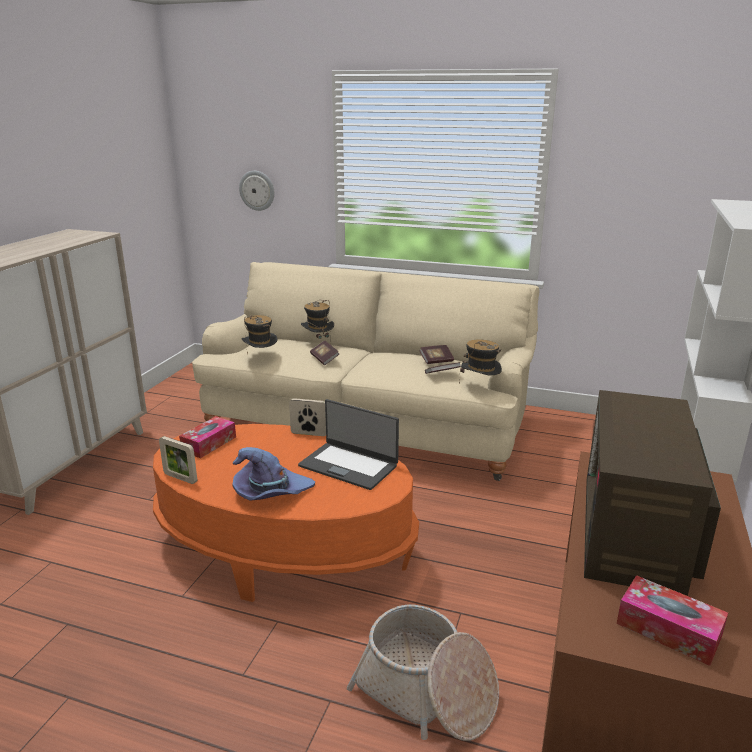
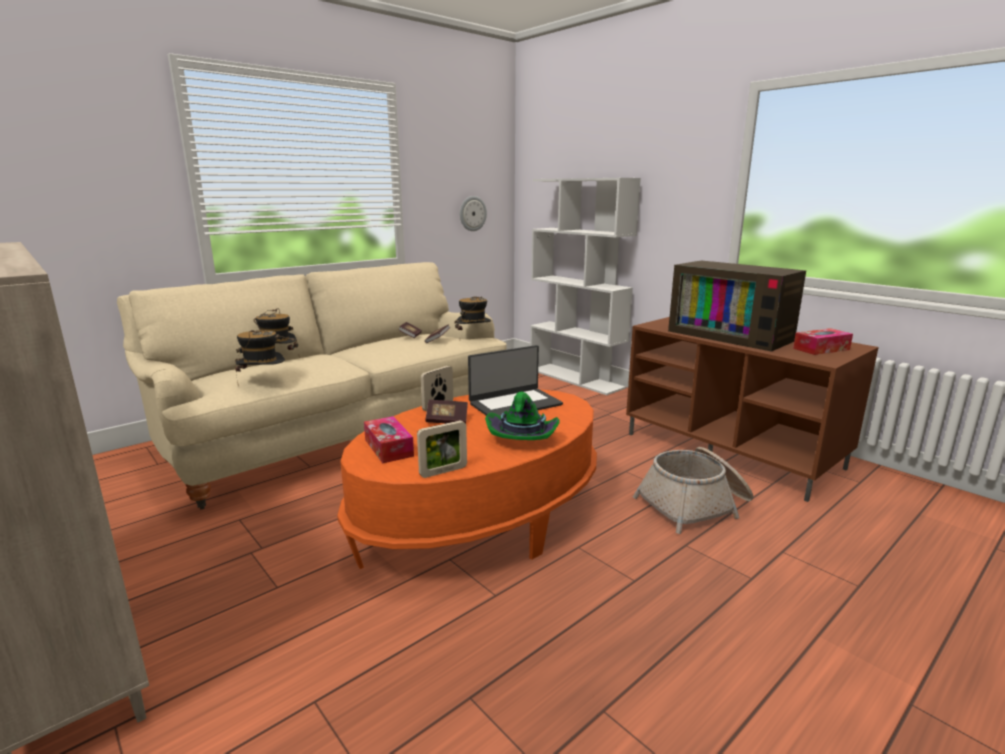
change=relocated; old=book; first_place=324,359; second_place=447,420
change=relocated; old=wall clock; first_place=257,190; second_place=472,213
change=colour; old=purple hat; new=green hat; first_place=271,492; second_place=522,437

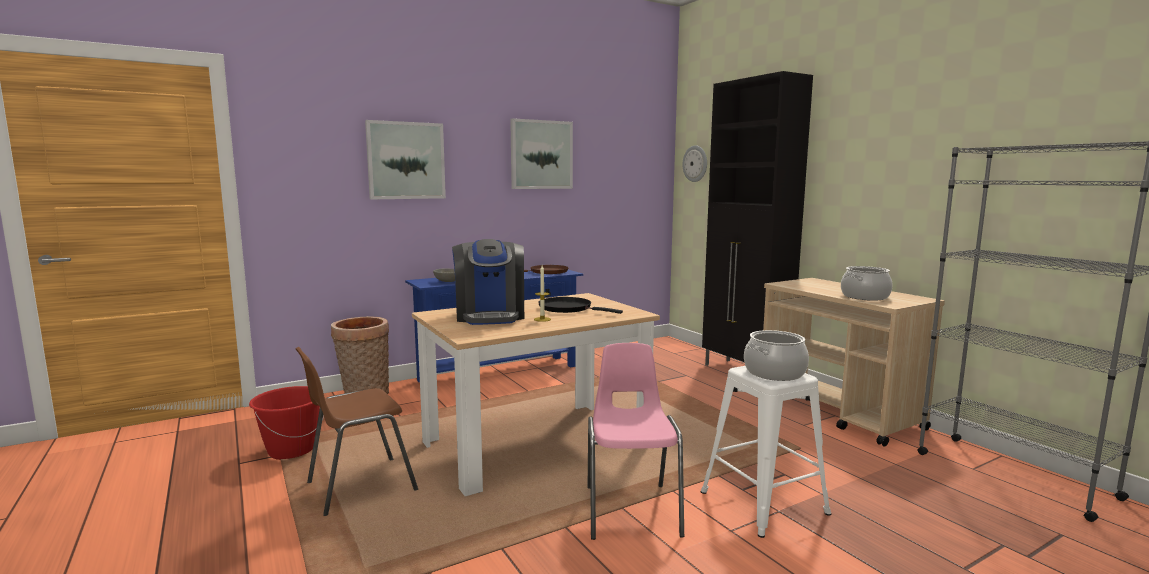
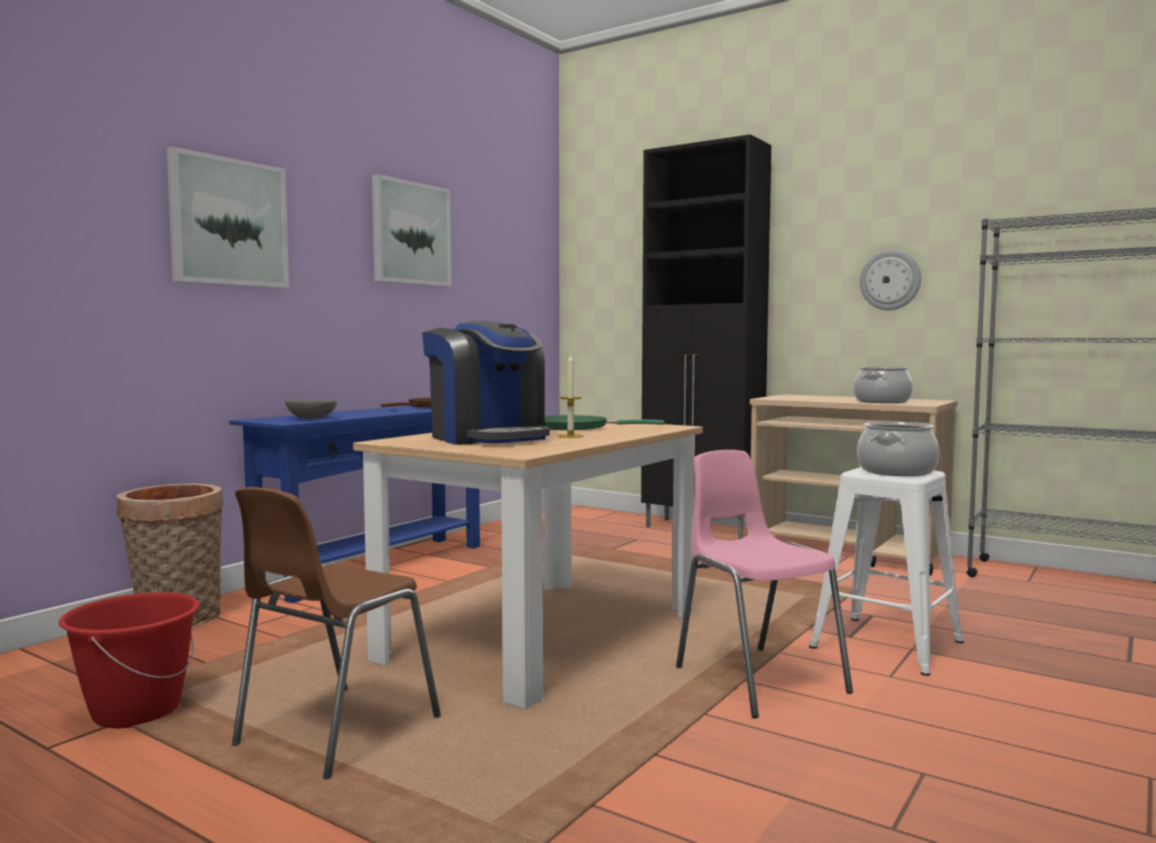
change=colour; old=black frying pan; new=green frying pan; first_place=568,309; second_place=574,428
change=relocated; old=wall clock; first_place=695,163; second_place=890,280

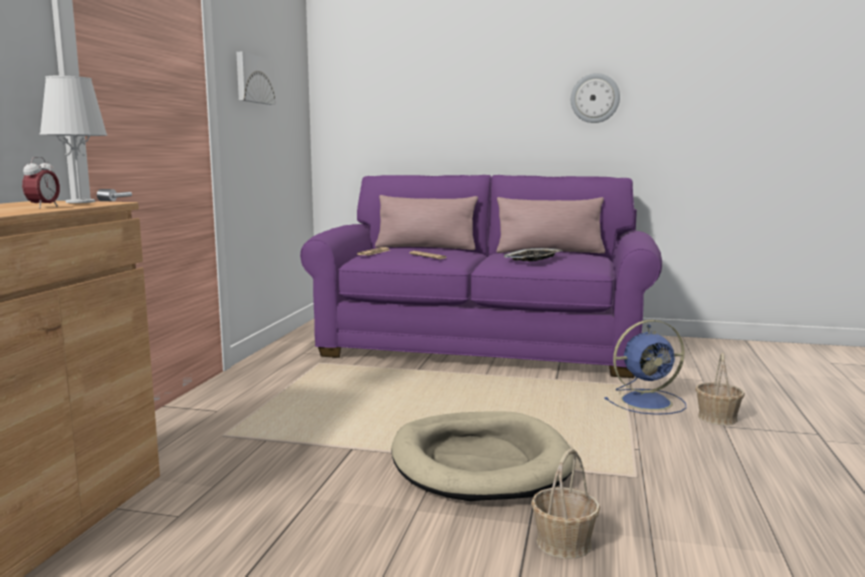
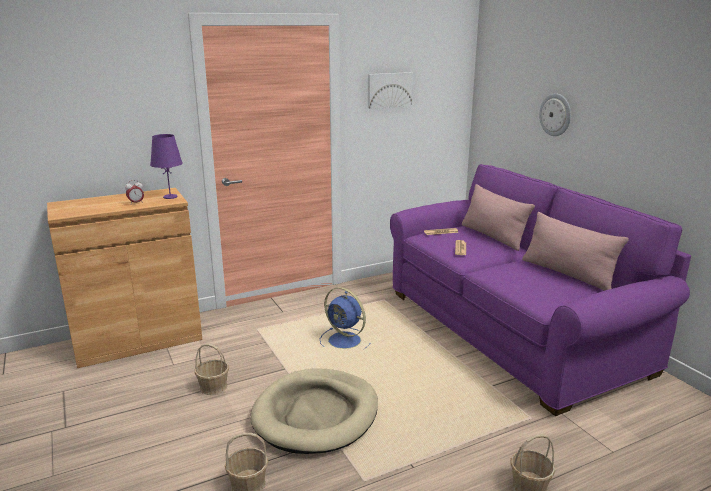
change=colour; old=white table lamp; new=purple table lamp; first_place=80,202; second_place=170,197
change=appeared; new=basket; second_place=213,386
change=relocated; old=blue fan; first_place=648,401; second_place=346,341
change=relocated; old=wall clock; first_place=595,98; second_place=555,114
change=missing; old=tray; first_place=533,259

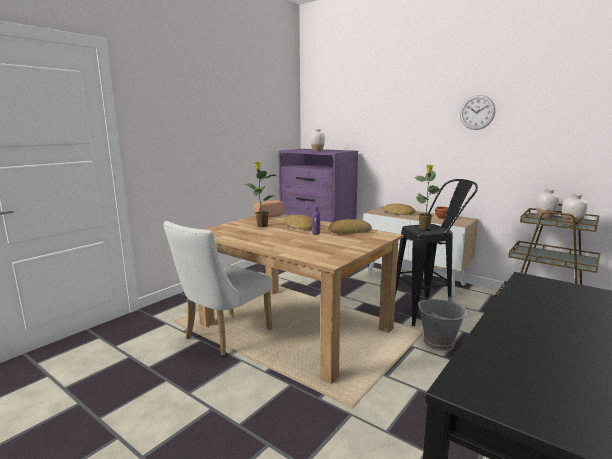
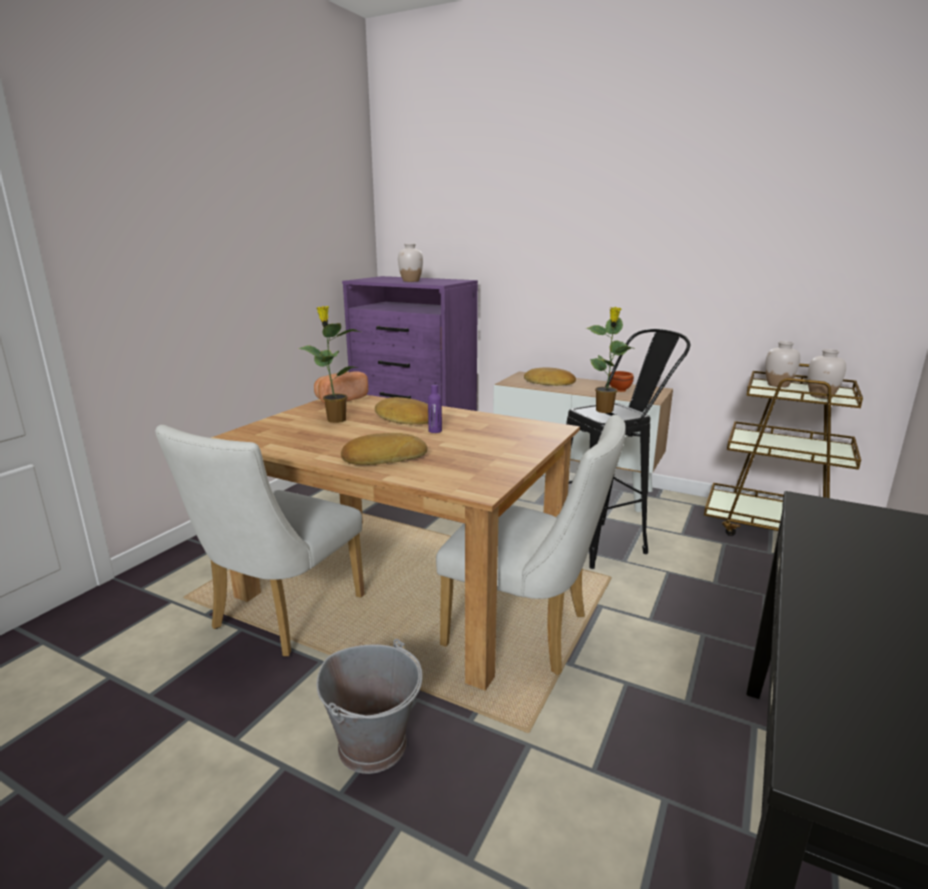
change=relocated; old=grey bucket; first_place=439,342; second_place=373,744
change=relocated; old=bread; first_place=349,231; second_place=383,457
change=appeared; new=white chair; second_place=527,632
change=missing; old=wall clock; first_place=477,112

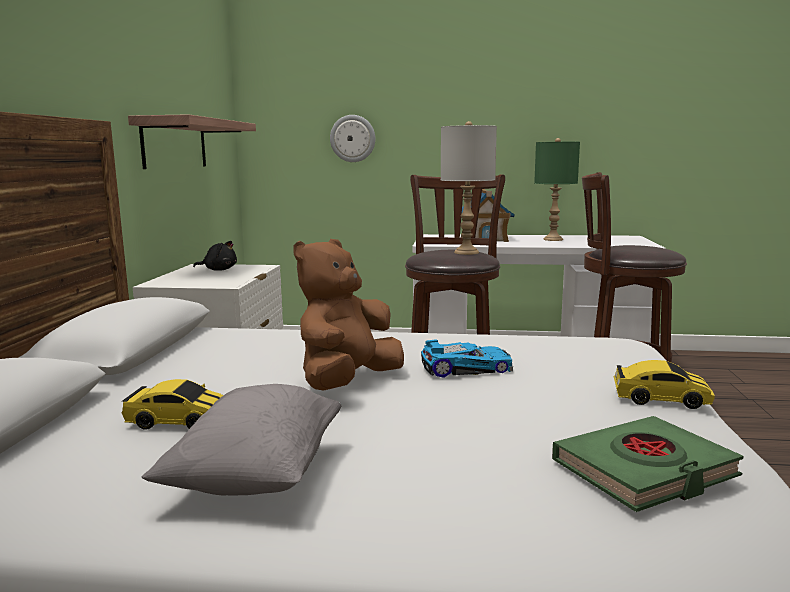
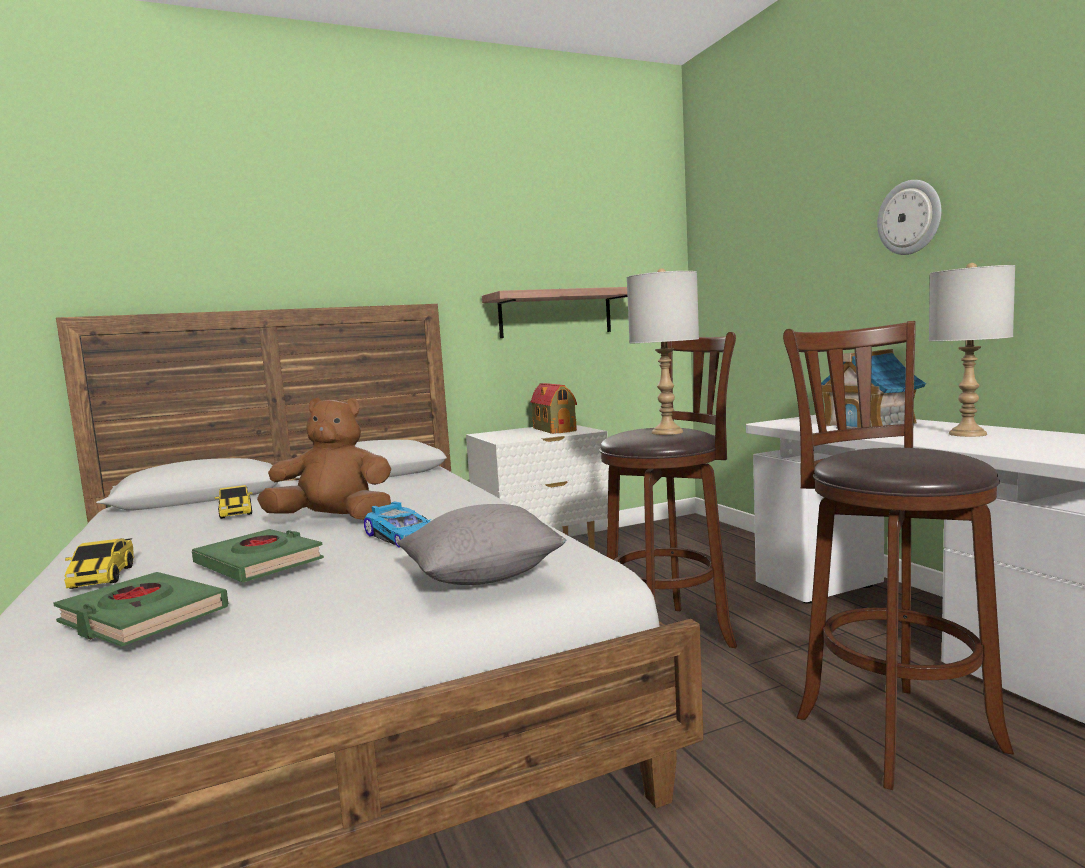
change=relocated; old=toy car; first_place=661,399; second_place=103,577
change=appeared; new=green book; second_place=259,563
change=relocated; old=grey pillow; first_place=256,476; second_place=483,577
change=exchanged; old=black plush toy; new=toy house; first_place=219,270; second_place=554,429
change=relocated; old=wall clock; first_place=352,138; second_place=909,217
change=colour; old=green table lamp; new=grey table lamp; first_place=553,239; second_place=968,434

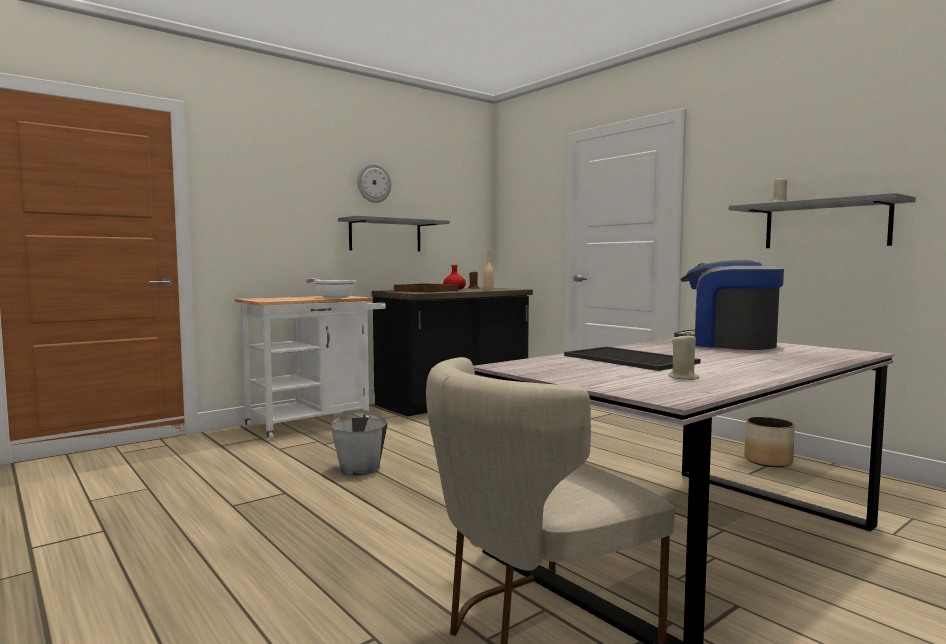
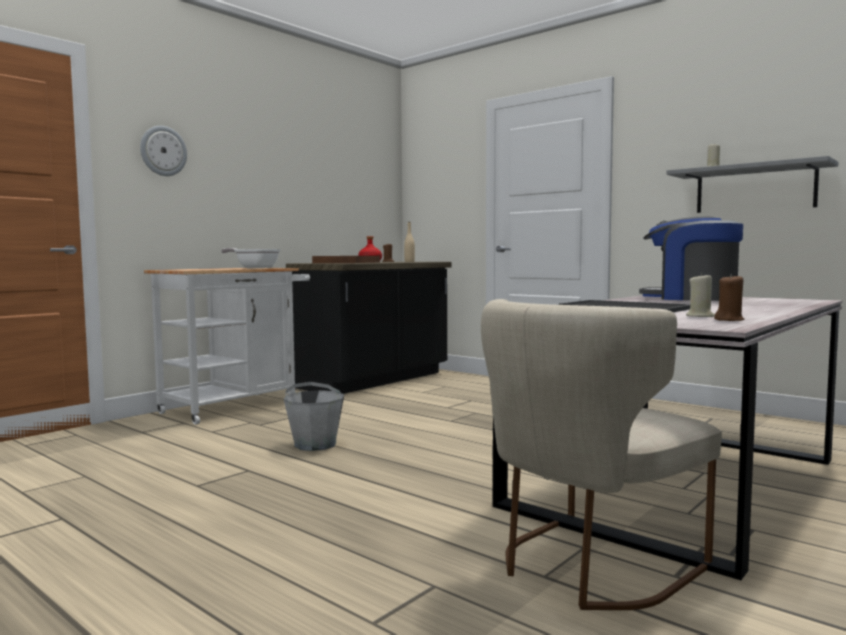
change=relocated; old=wall clock; first_place=373,183; second_place=163,151
change=appeared; new=brown candle; second_place=729,320
change=missing; old=grey shelf; first_place=385,235
change=missing; old=planter; first_place=768,461

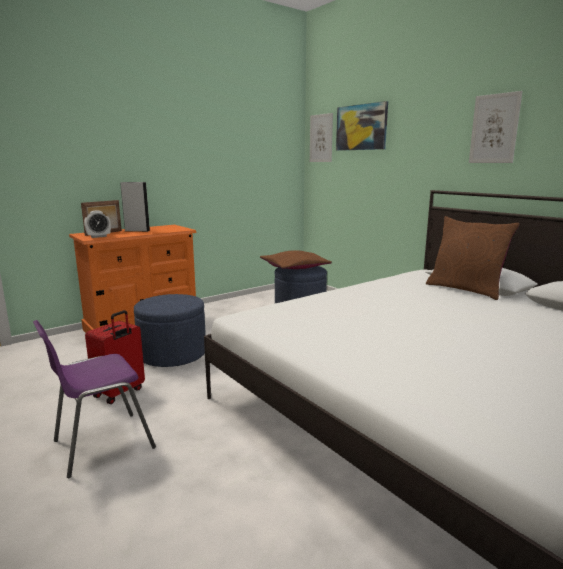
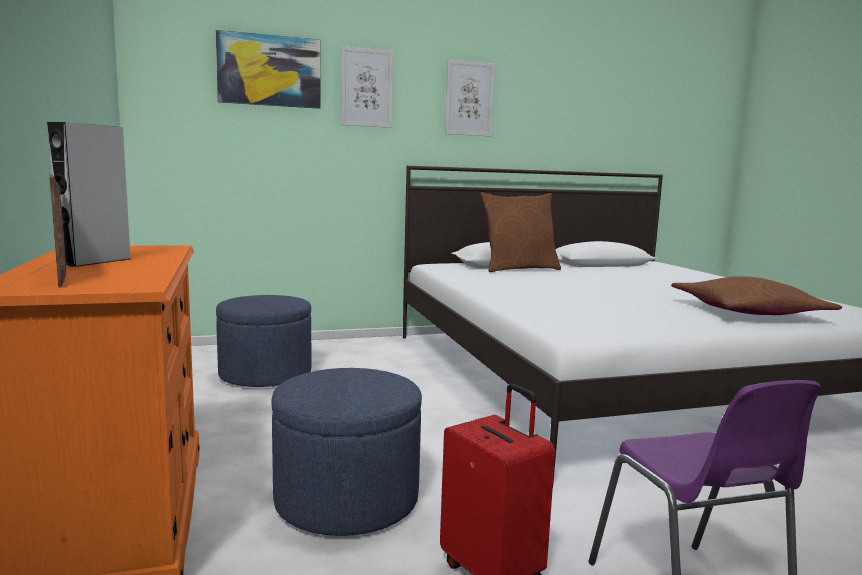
change=relocated; old=picture; first_place=321,138; second_place=366,88
change=relocated; old=brown pillow; first_place=294,267; second_place=747,312
change=missing; old=alarm clock; first_place=98,236

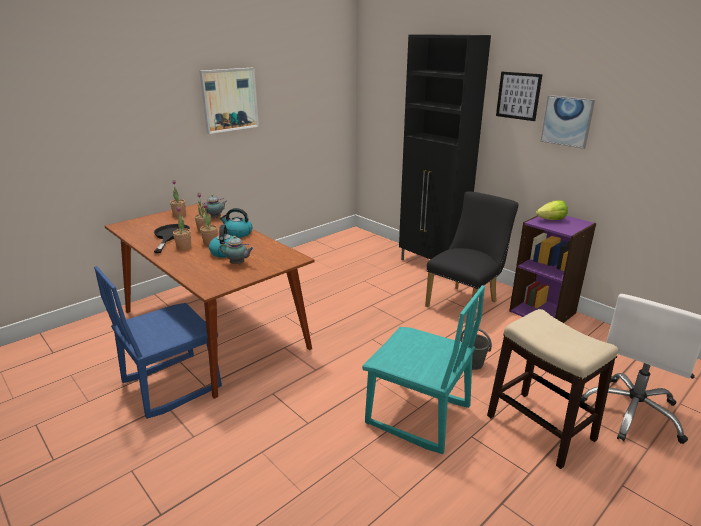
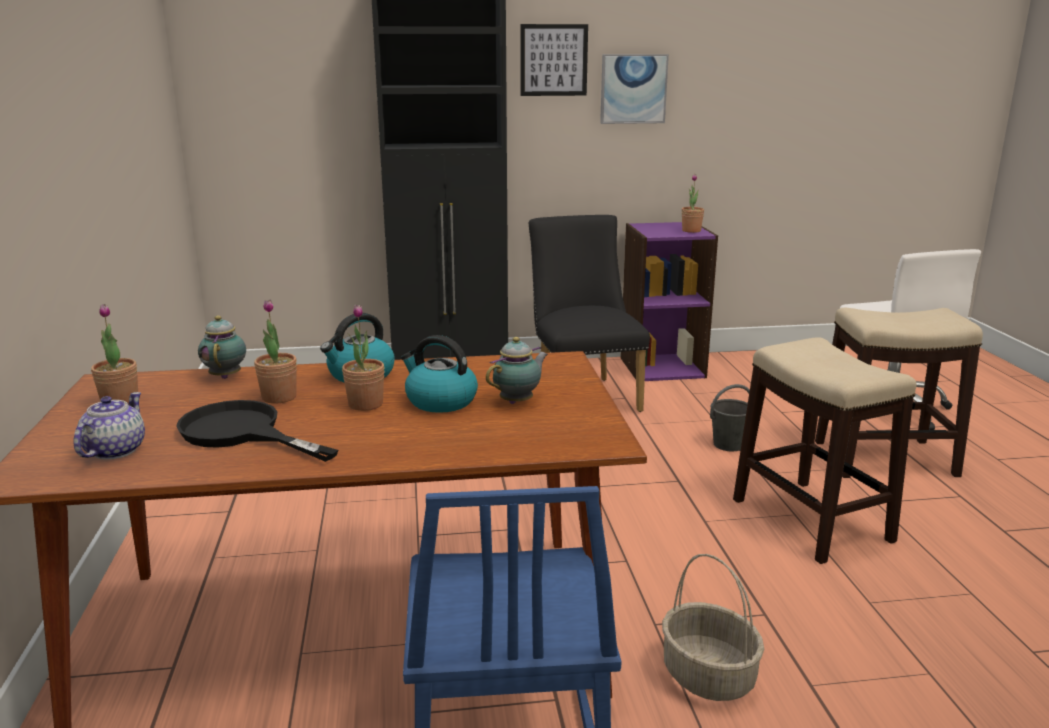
change=appeared; new=teapot; second_place=114,451
change=appeared; new=basket; second_place=707,675
change=relocated; old=potted plant; first_place=184,247; second_place=691,231
change=exchanged; old=turquoise chair; new=stool; first_place=417,416; second_place=812,521
change=missing; old=picture; first_place=229,100
change=missing; old=lettuce; first_place=551,220

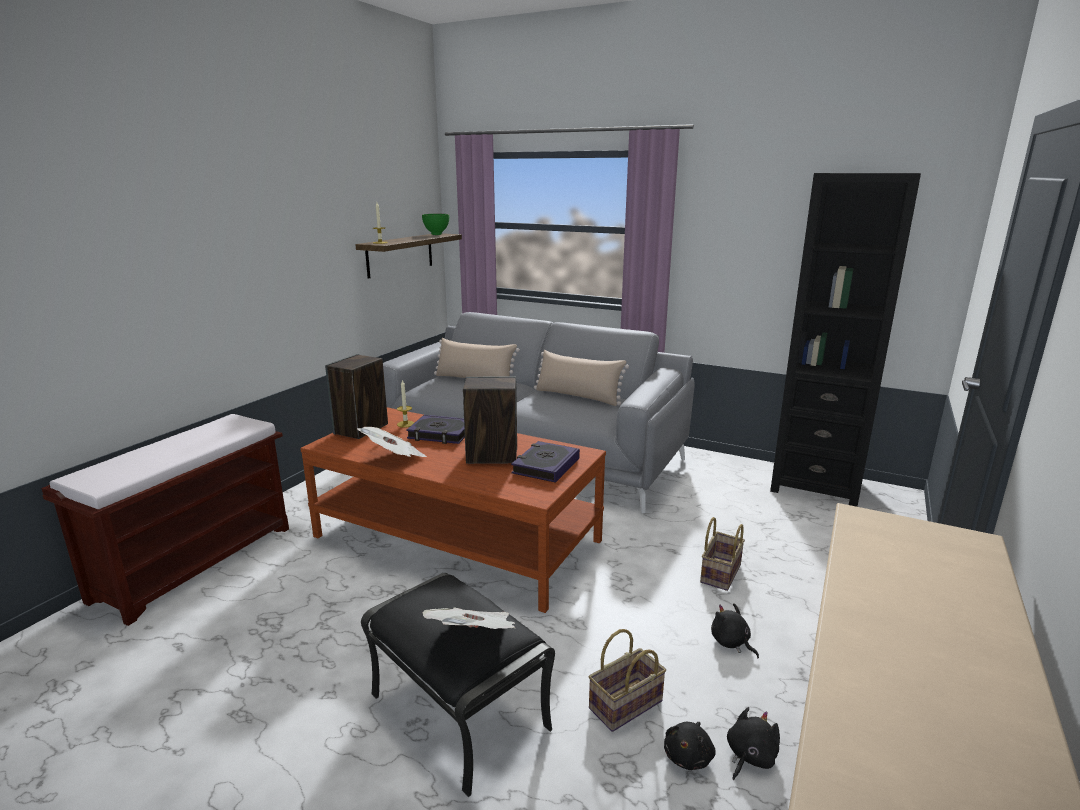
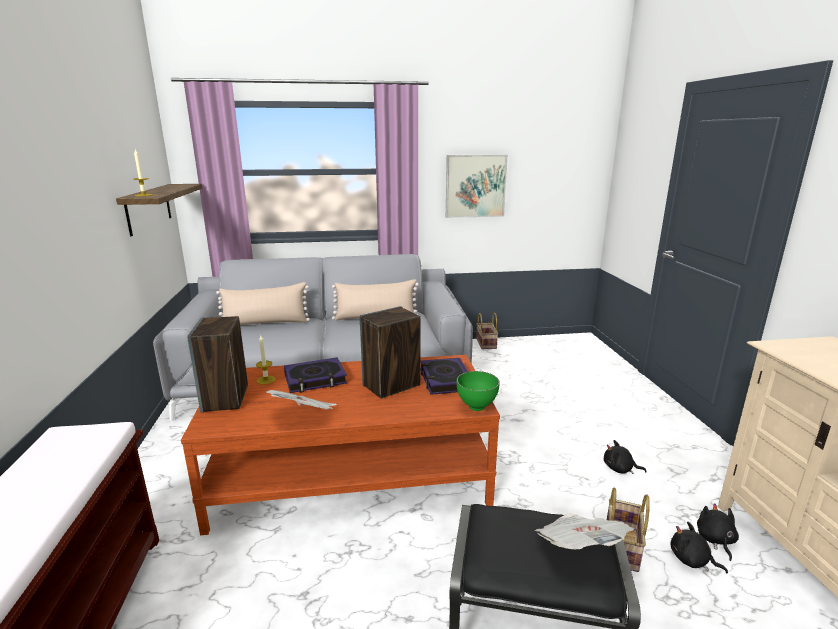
change=appeared; new=picture; second_place=475,186
change=relocated; old=green bowl; first_place=437,234; second_place=477,407
change=relocated; old=basket; first_place=720,572; second_place=485,343
change=spun; old=black plush toy; first_place=689,756; second_place=691,560; degrees=135
change=missing; old=black bookcase; first_place=815,486

